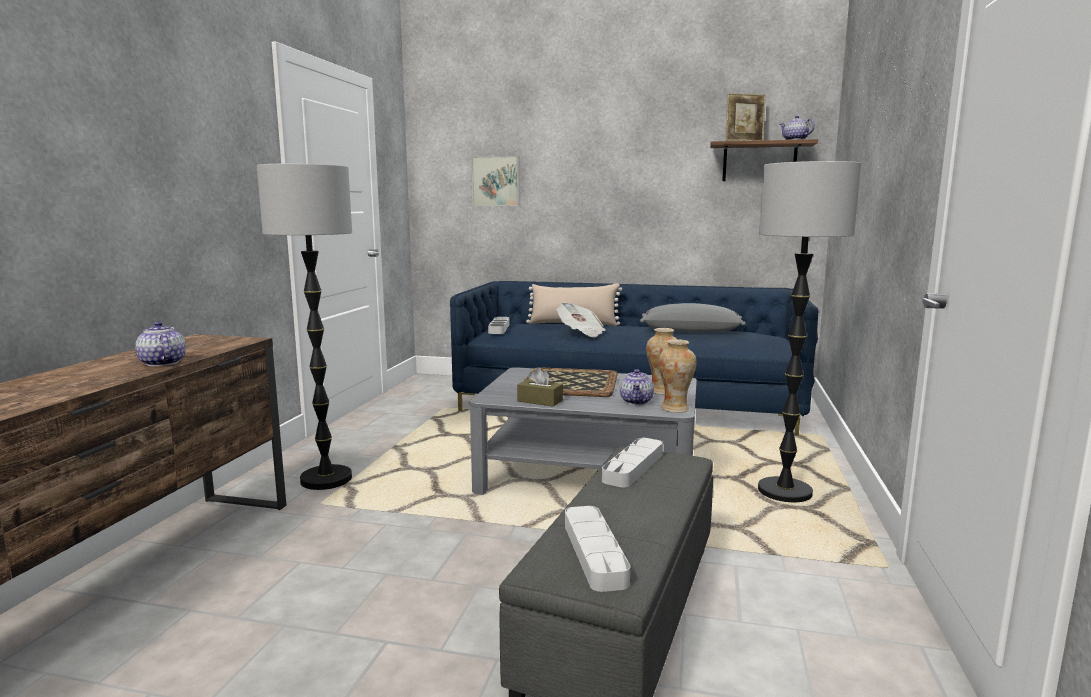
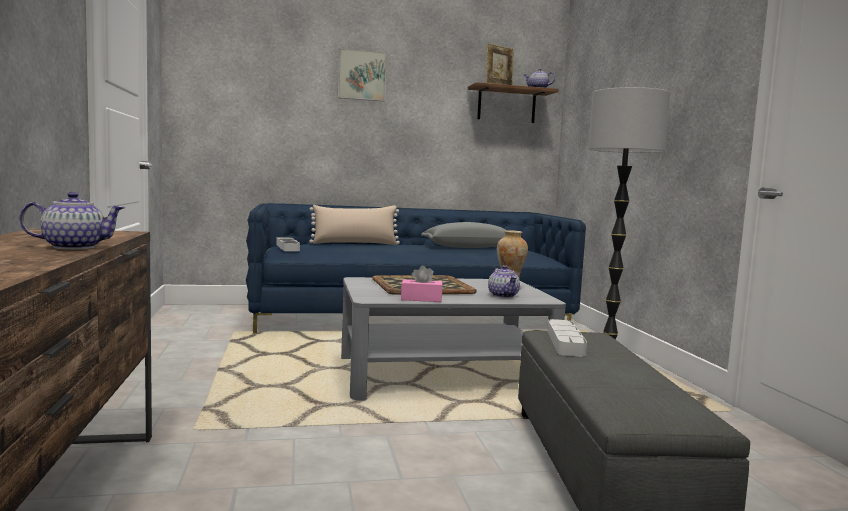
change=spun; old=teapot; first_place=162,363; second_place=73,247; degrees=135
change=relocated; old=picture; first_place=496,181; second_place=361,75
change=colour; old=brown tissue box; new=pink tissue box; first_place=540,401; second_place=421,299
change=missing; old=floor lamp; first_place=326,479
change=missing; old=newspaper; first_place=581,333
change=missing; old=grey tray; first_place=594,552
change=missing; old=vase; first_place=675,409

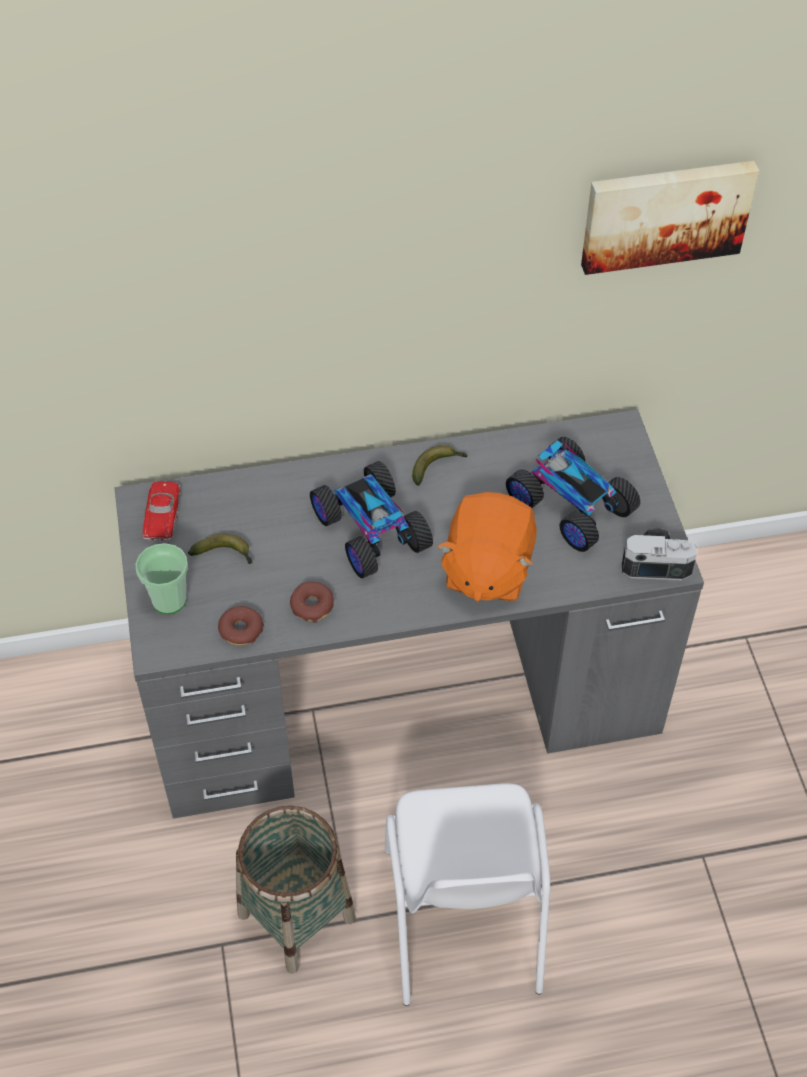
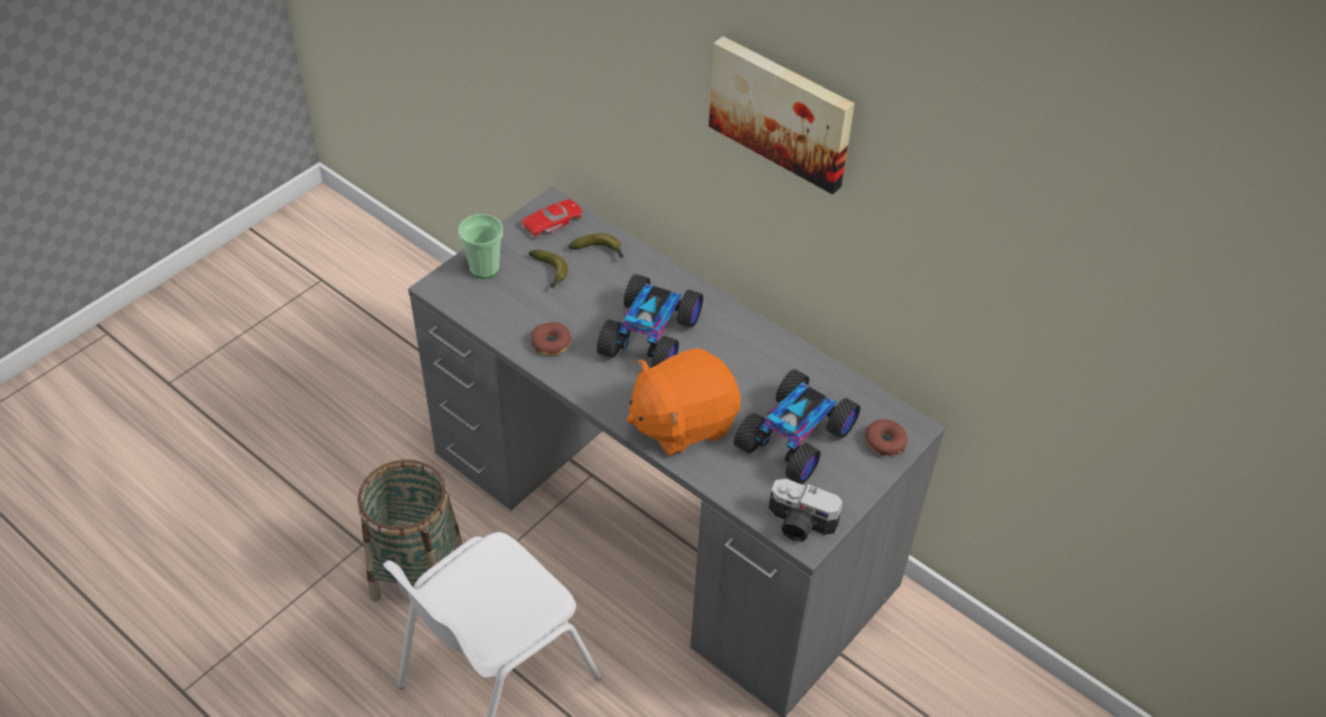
change=relocated; old=banana; first_place=437,467; second_place=600,251
change=relocated; old=picture; first_place=665,213; second_place=782,111
change=spun; old=toy car; first_place=569,506; second_place=797,438; degrees=-150
change=spun; old=photo camera; first_place=655,562; second_place=799,525; degrees=150
change=relocated; old=donut; first_place=241,630; second_place=885,442

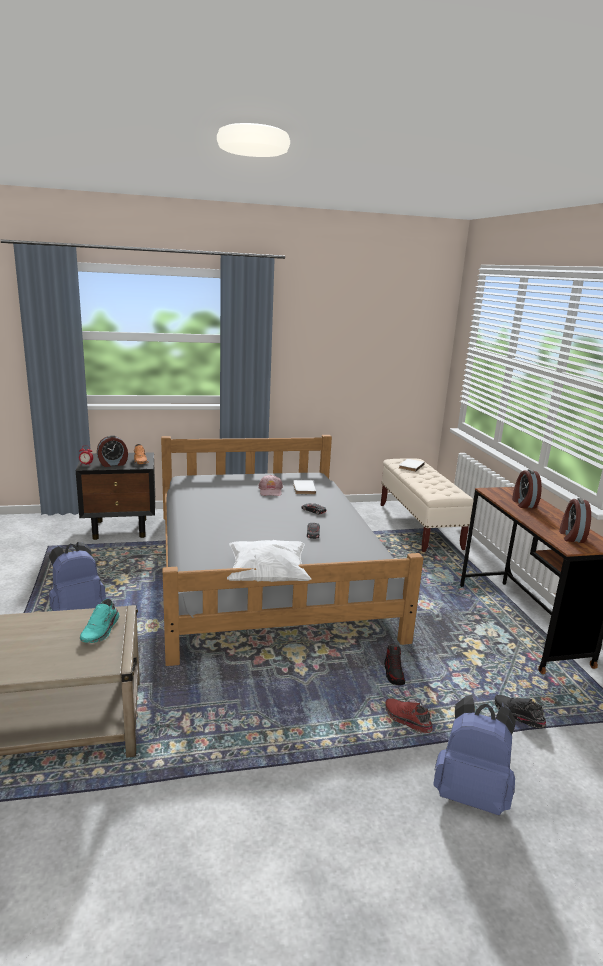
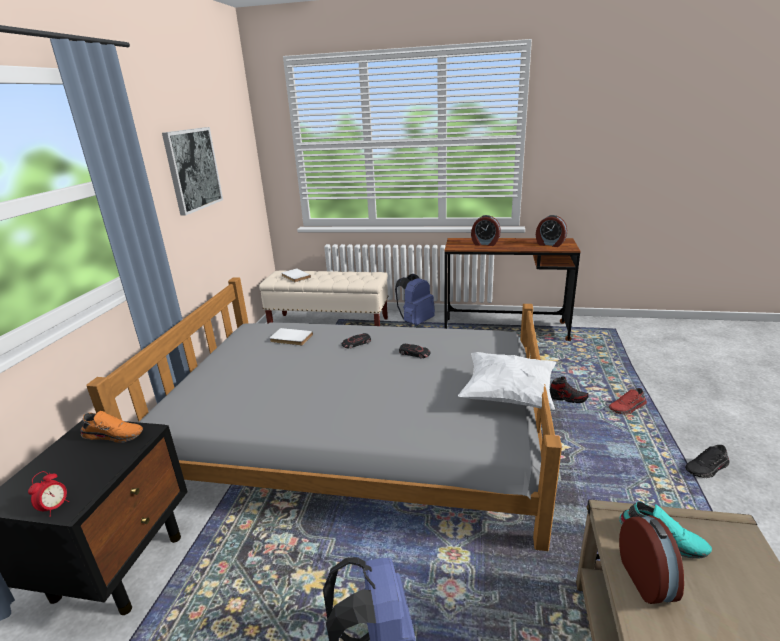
change=appeared; new=picture; second_place=193,169
change=relocated; old=blue backpack; first_place=470,793; second_place=415,322
change=relocated; old=alarm clock; first_place=113,464; second_place=647,579
change=relocated; old=black shoe; first_place=517,716; second_place=707,469
change=missing; old=pink cap; first_place=270,491

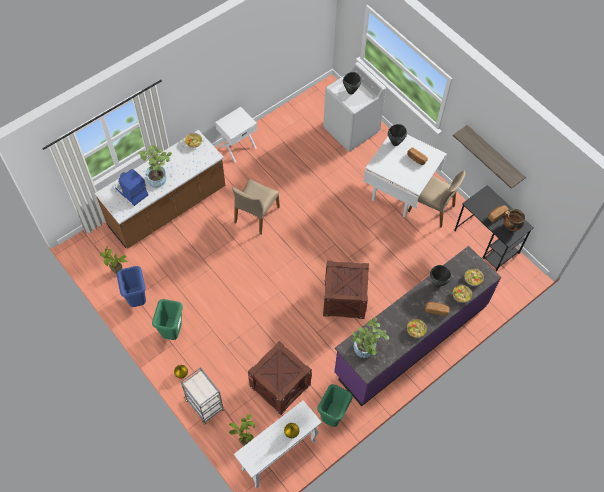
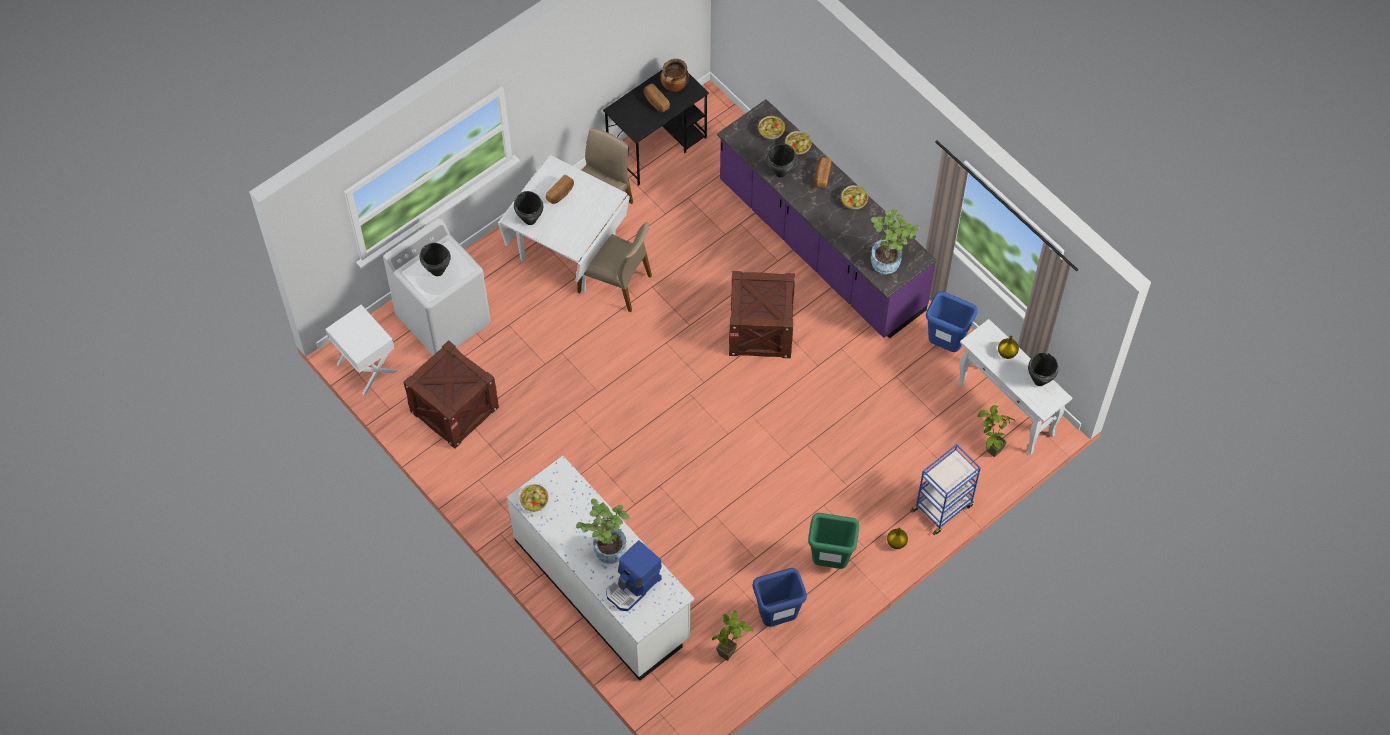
change=relocated; old=white nightstand; first_place=238,146; second_place=366,368
change=relocated; old=crate; first_place=280,385; second_place=454,409
change=colour; old=brown counter; new=white counter; first_place=168,208; second_place=603,589
change=relocated; old=beige chair; first_place=256,215; second_place=616,283
change=colour; old=grey cart; new=blue cart; first_place=205,405; second_place=942,507
change=colour; old=green trash can; new=blue trash can; first_place=332,417; second_place=945,345
change=appeared; new=black cooking pot; second_place=1039,381
change=missing; old=shelf; first_place=494,155

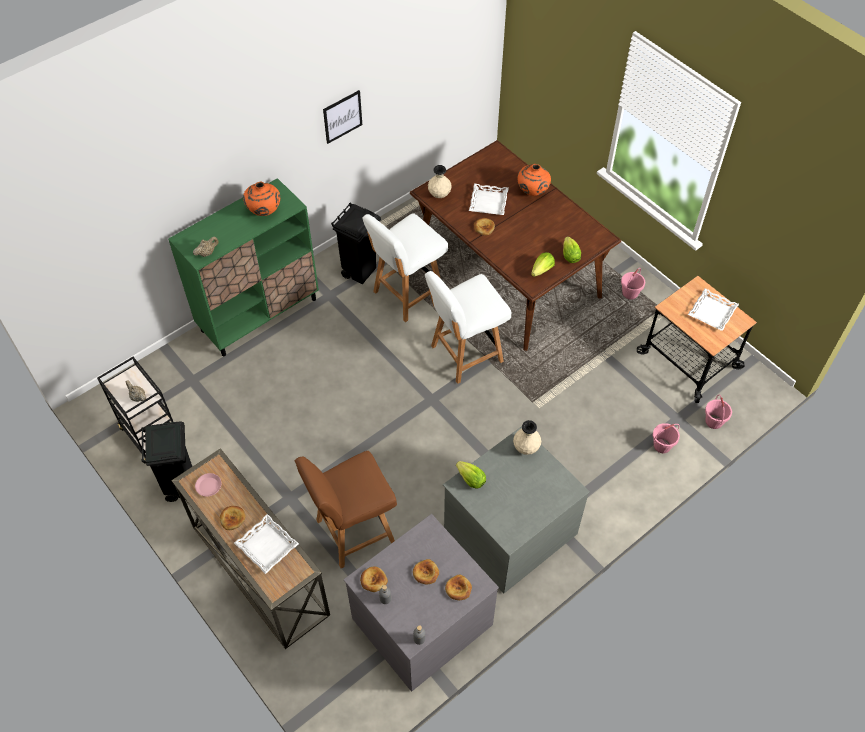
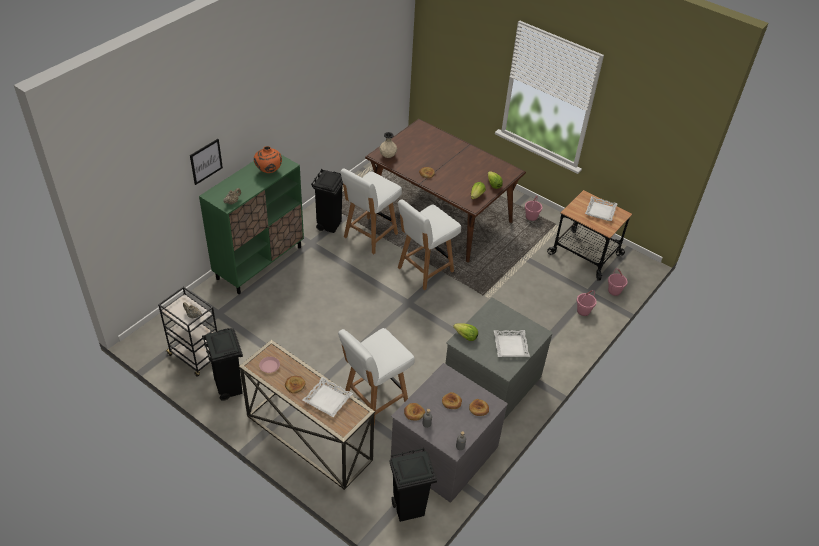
change=relocated; old=picture; first_place=342,116; second_place=206,161
change=colour; old=brown chair; new=white chair; first_place=353,532; second_place=374,400
change=appeared; new=black trash can; second_place=409,508
change=relocated; old=white tray; first_place=489,202; second_place=511,346
change=missing; old=beige vase; first_place=526,448
change=missing; old=orange vase; first_place=532,192

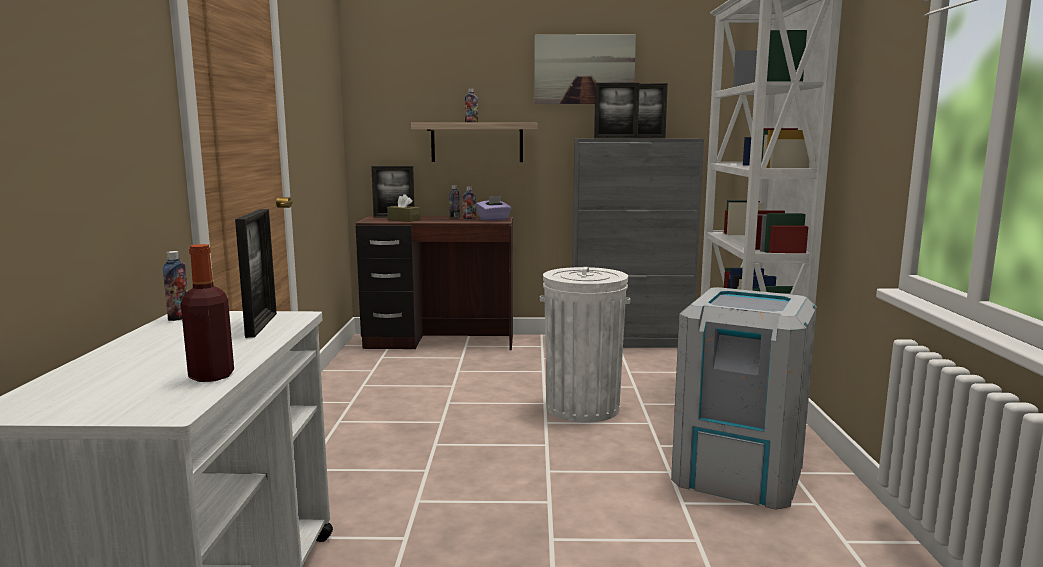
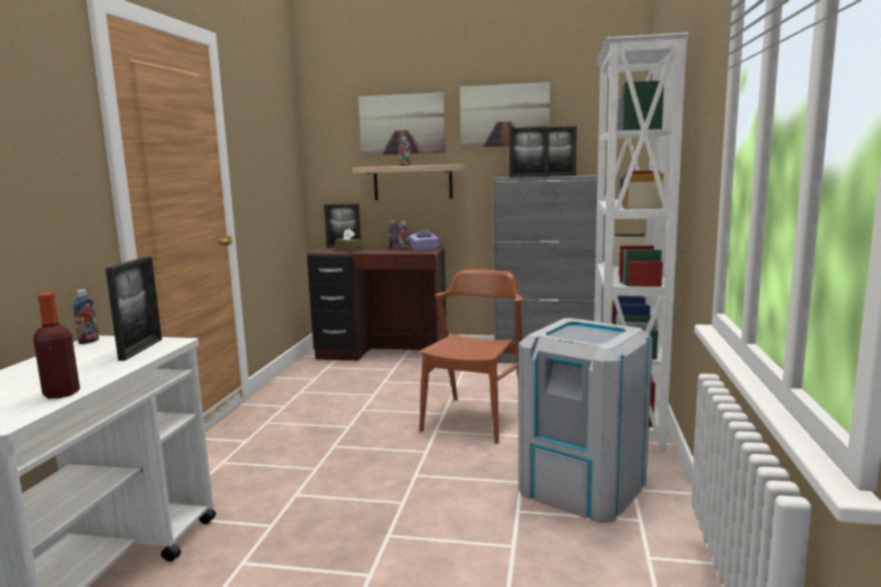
change=appeared; new=picture; second_place=402,124
change=exchanged; old=white trash can; new=brown chair; first_place=583,407; second_place=474,419

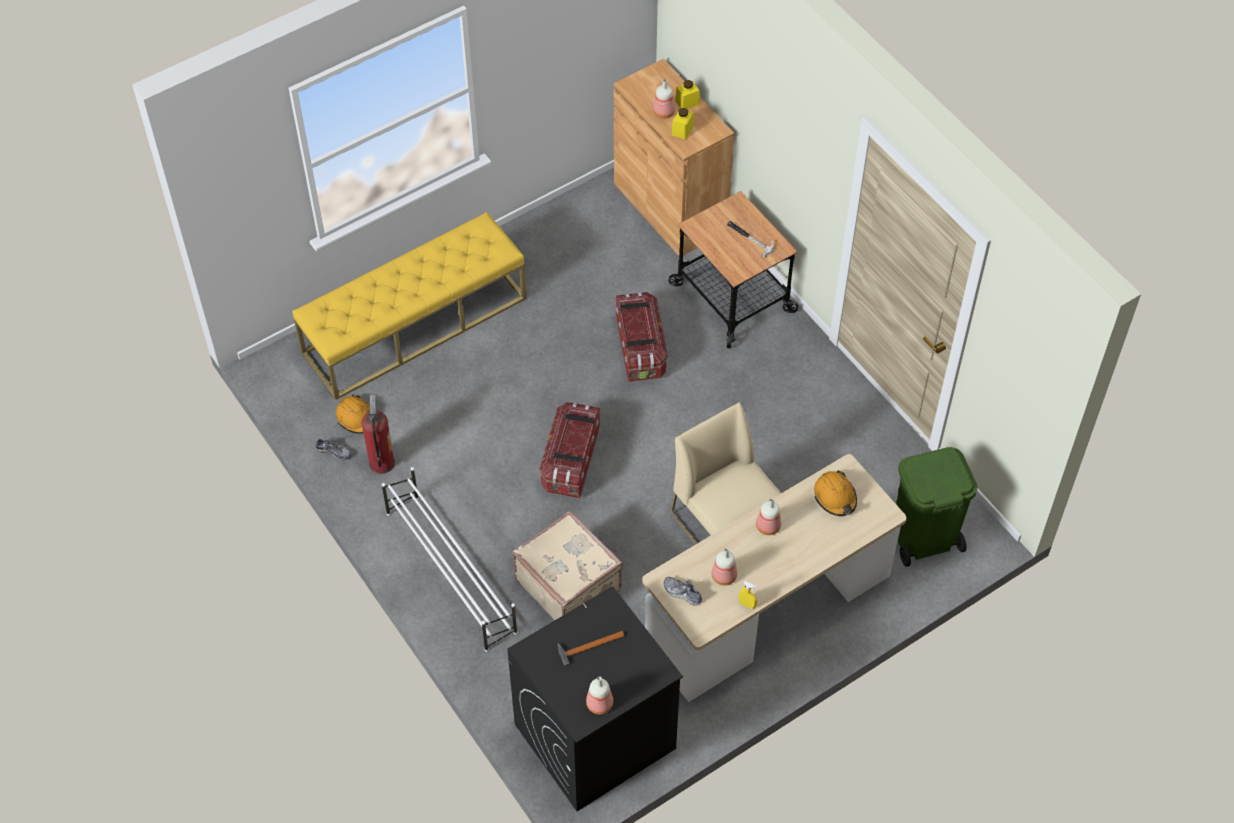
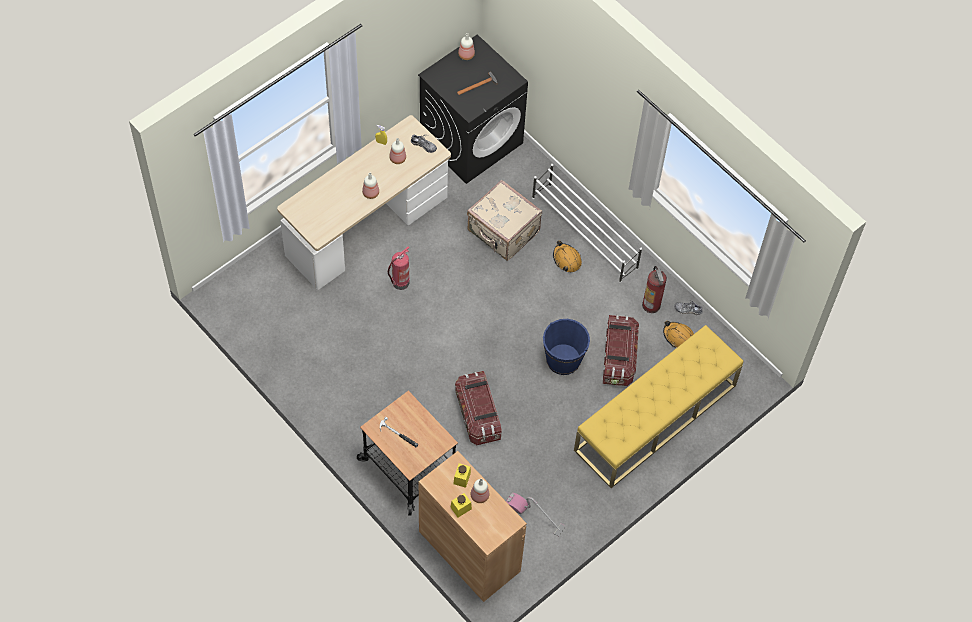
change=exchanged; old=beige chair; new=fire extinguisher; first_place=725,524; second_place=400,283
change=appeared; new=vacuum cleaner; second_place=534,516
change=appeared; new=blue bucket; second_place=563,360
change=relocated; old=orange hard hat; first_place=835,497; second_place=566,259
change=relocated; old=storage box; first_place=571,460; second_place=618,357
change=missing; old=green trash can; first_place=923,537

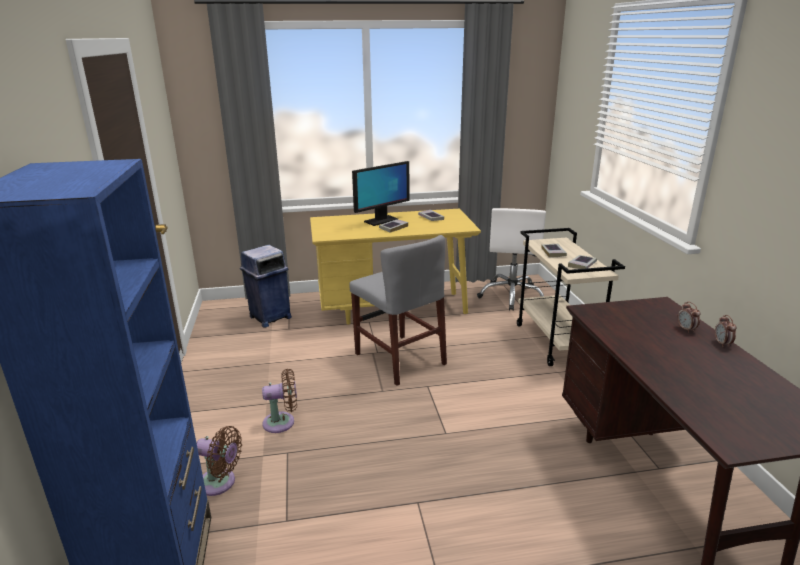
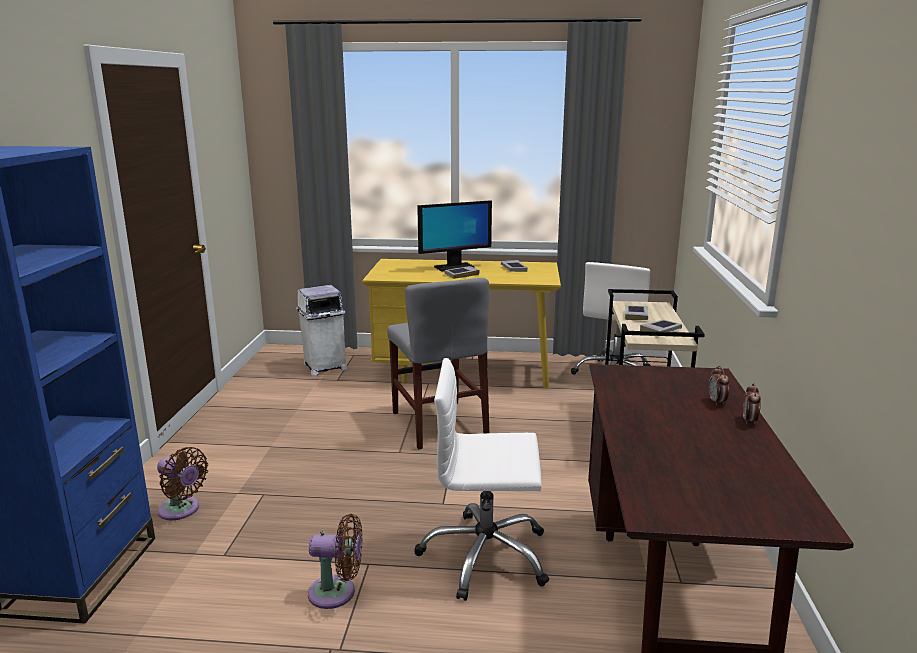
change=colour; old=blue trash can; new=white trash can; first_place=269,317; second_place=324,367
change=relocated; old=brown fan; first_place=282,422; second_place=337,593
change=appeared; new=white office chair; second_place=485,556

